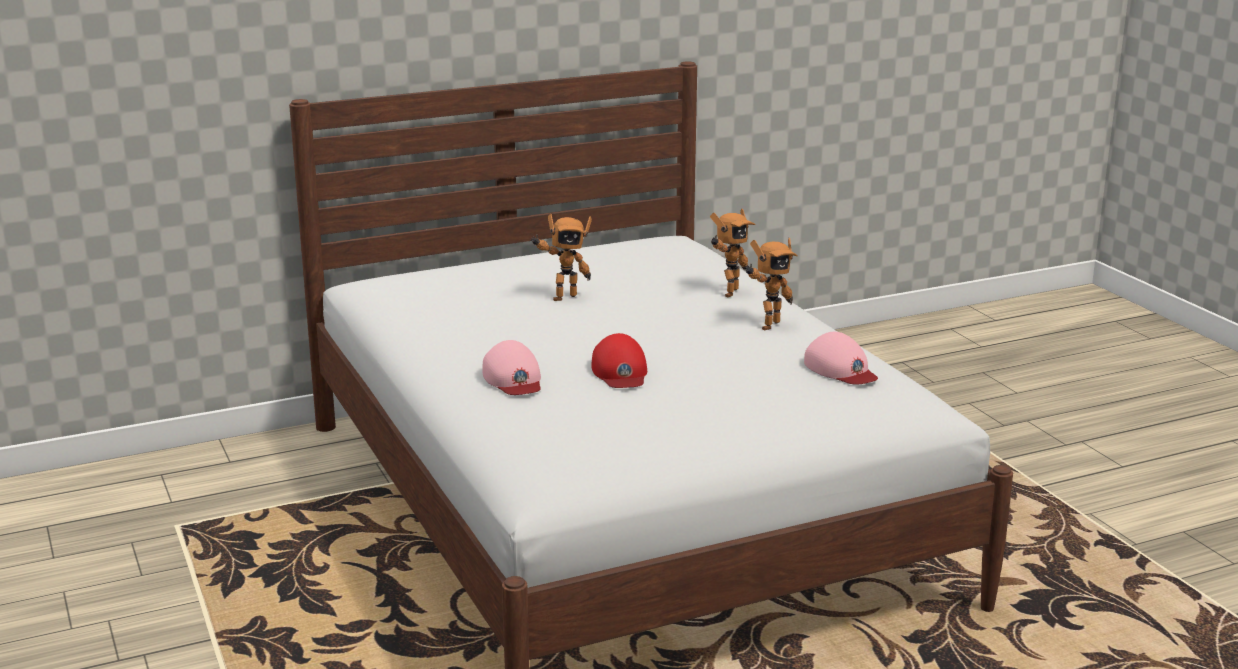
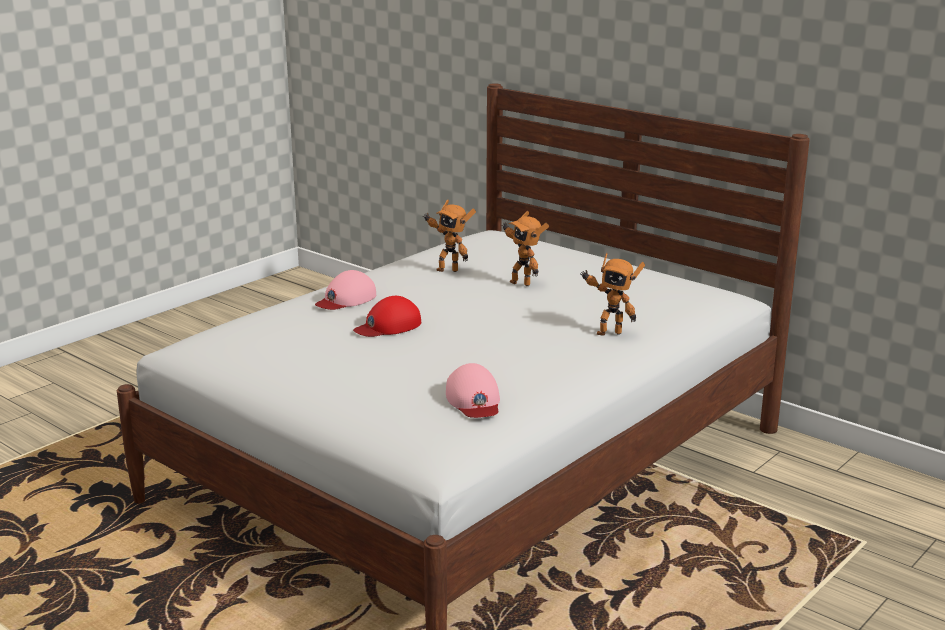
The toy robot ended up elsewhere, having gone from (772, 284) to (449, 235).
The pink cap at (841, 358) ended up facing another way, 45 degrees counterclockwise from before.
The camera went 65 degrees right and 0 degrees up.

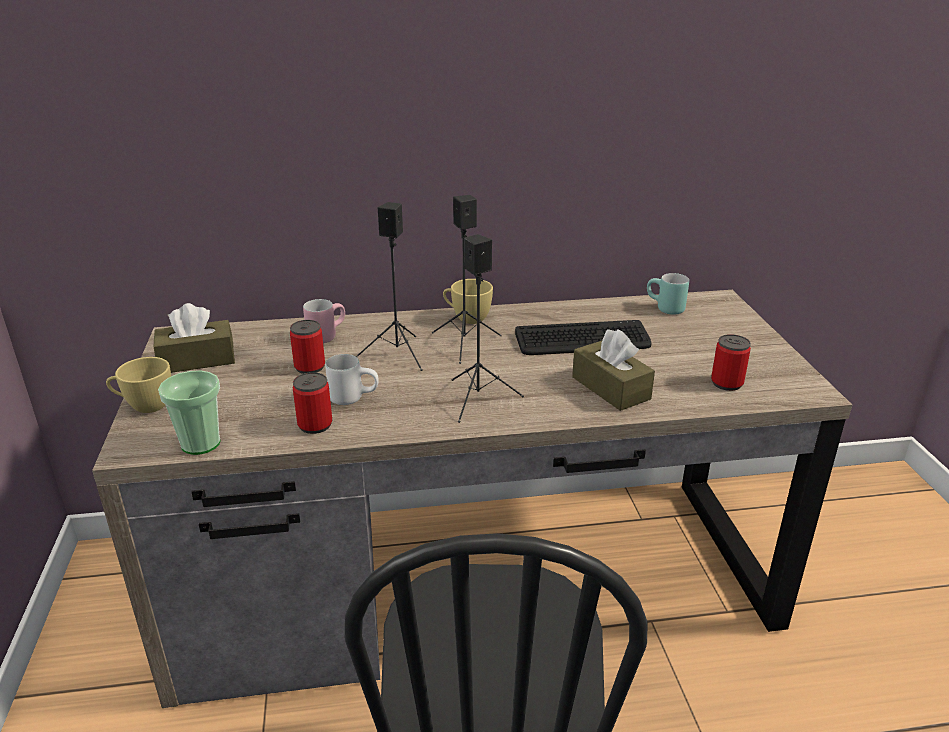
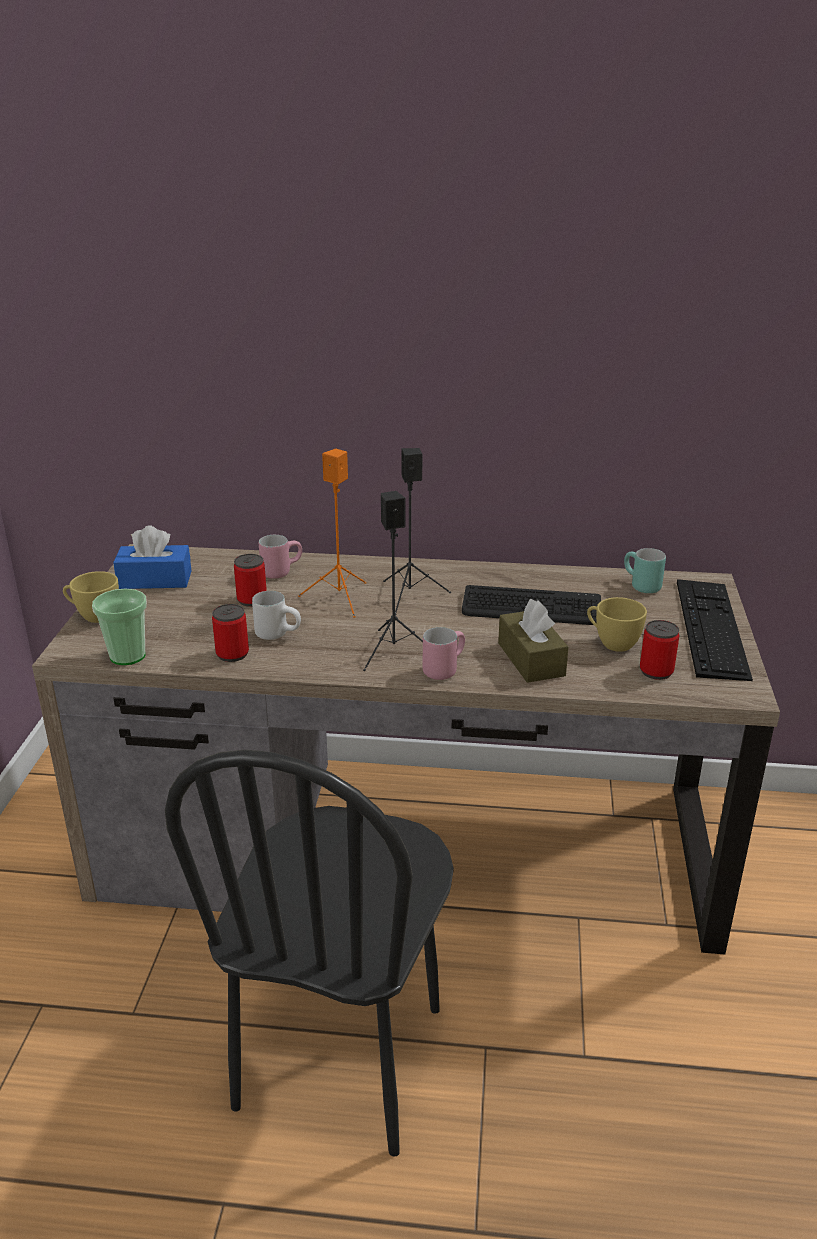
What was the black speaker at (389, 286) turned into the orange speaker at (332, 533).
The yellow cup ended up elsewhere, having gone from (468, 301) to (617, 624).
What was the brown tissue box at (194, 338) turned into the blue tissue box at (152, 557).
The second view gained the keyboard at (715, 630).
The second view gained the pink mug at (444, 653).
The camera went 15 degrees right and 0 degrees up.

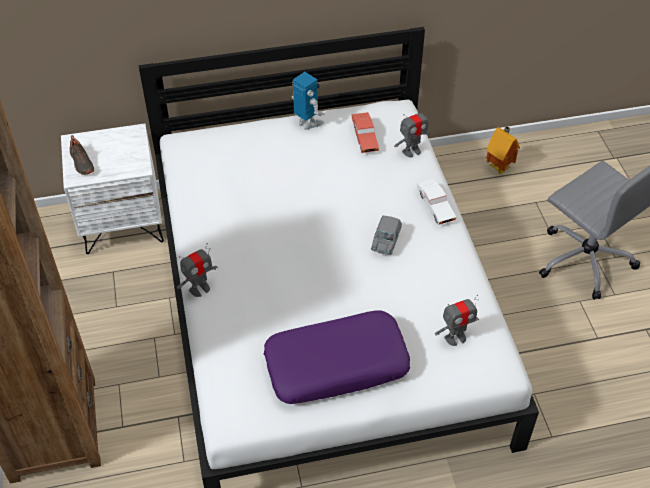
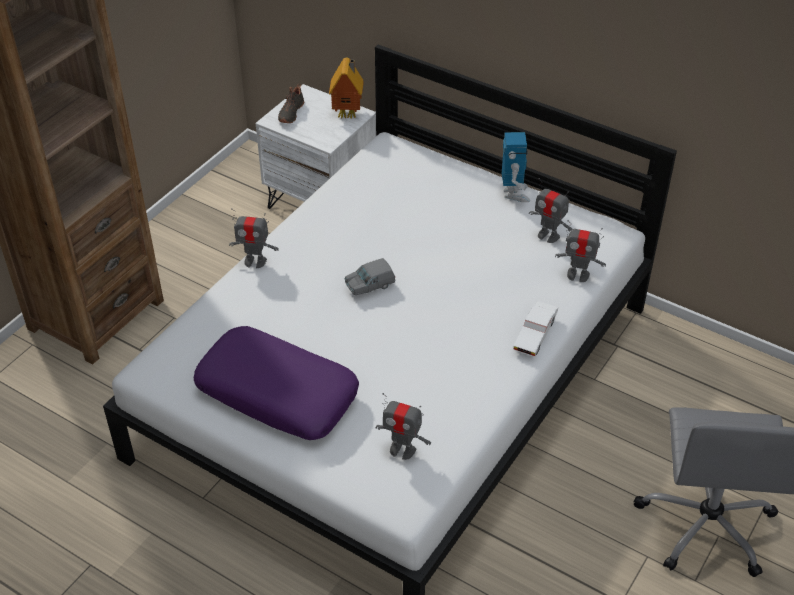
Where the red toy car stood at (365, 132), the toy robot came to stand at (550, 210).
The toy house ended up elsewhere, having gone from (503, 150) to (346, 88).
The grey toy car ended up elsewhere, having gone from (386, 235) to (370, 276).
The camera went 45 degrees right and 5 degrees down.

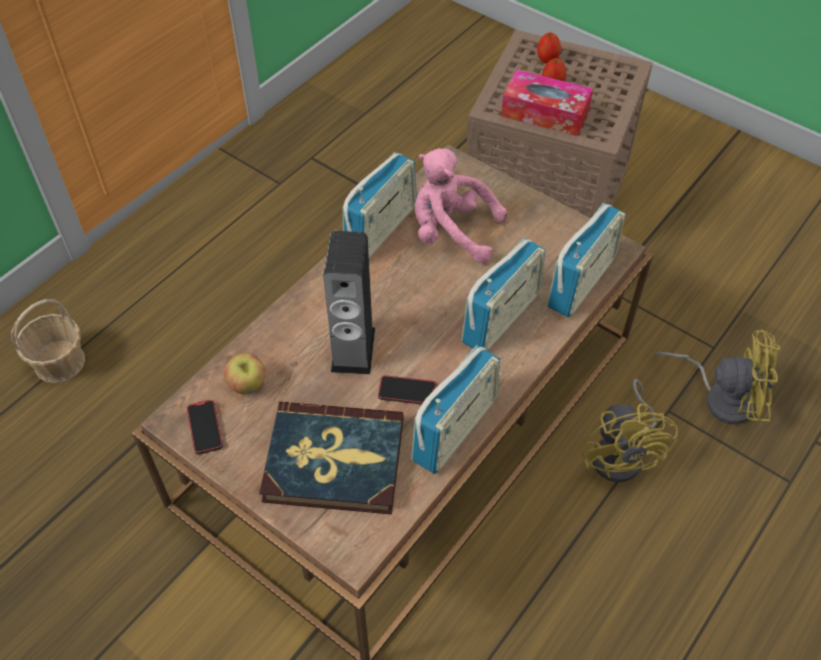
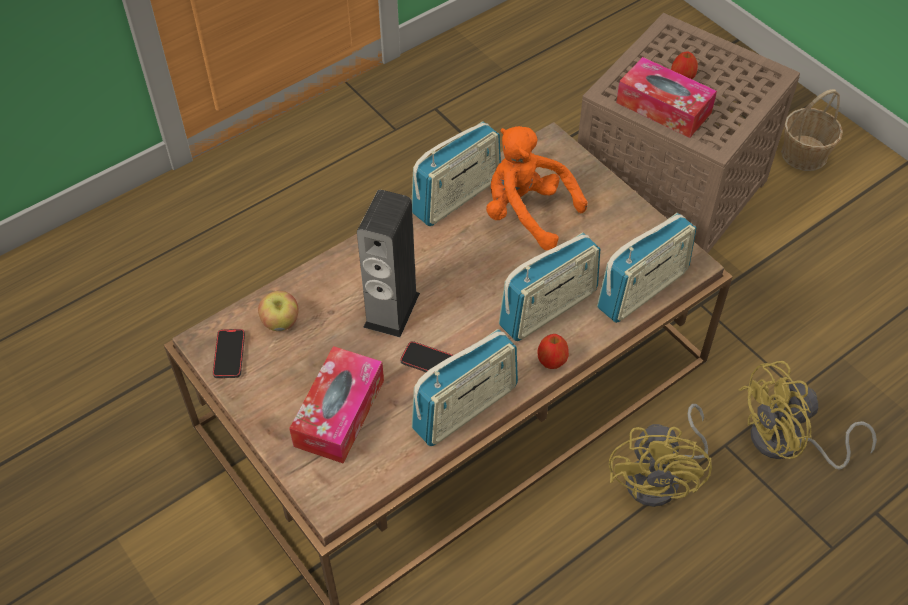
The apple ended up elsewhere, having gone from (549, 47) to (553, 351).
What was the pink plush toy at (461, 205) turned into the orange plush toy at (536, 188).
The basket ended up elsewhere, having gone from (48, 341) to (812, 130).
The yellow fan at (717, 376) ended up facing another way, 135 degrees clockwise from before.
Where the book stood at (331, 457), the tissue box came to stand at (336, 405).
The camera went 15 degrees right and 0 degrees up.

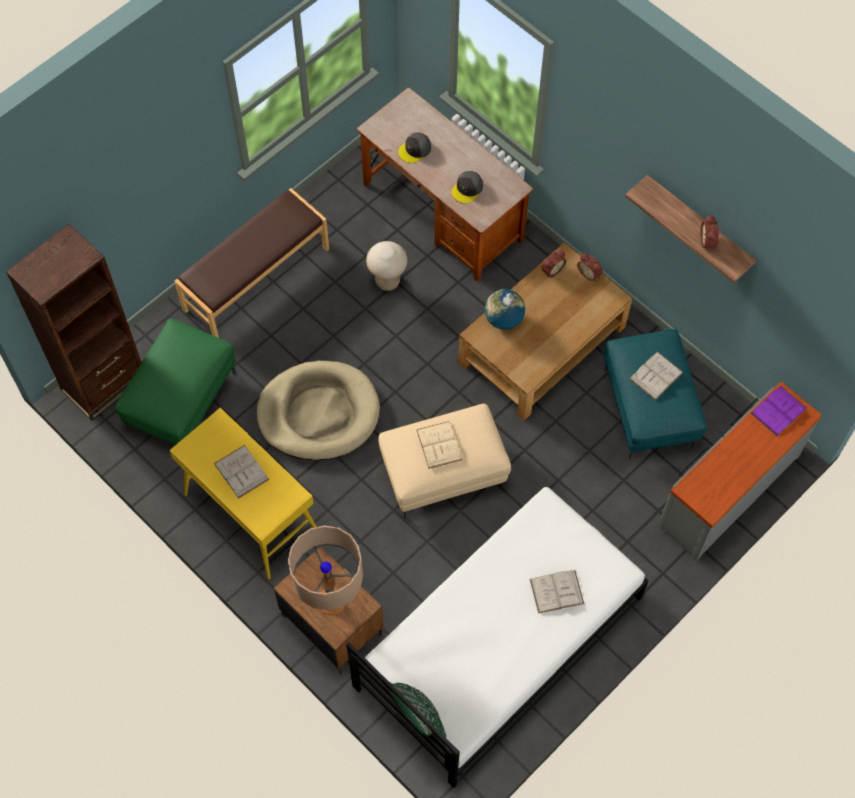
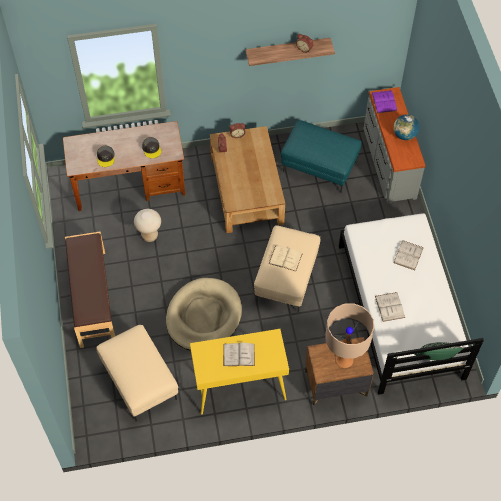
The second view lost the brown bookcase at (74, 322).
The globe ended up elsewhere, having gone from (505, 309) to (406, 127).
What was the green ottoman at (175, 382) turned into the beige ottoman at (137, 373).
The white book ended up elsewhere, having gone from (656, 375) to (390, 307).
The camera went 55 degrees left and 5 degrees down.

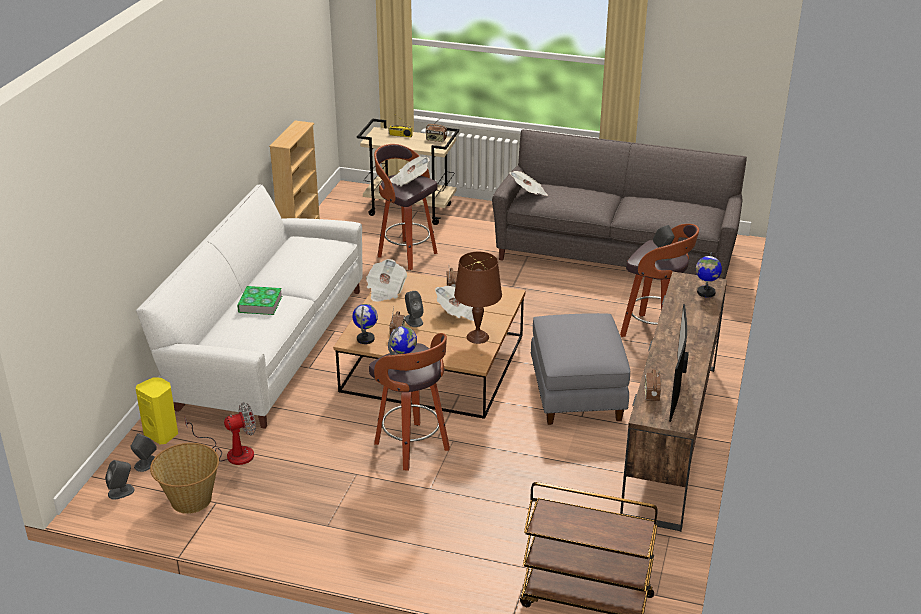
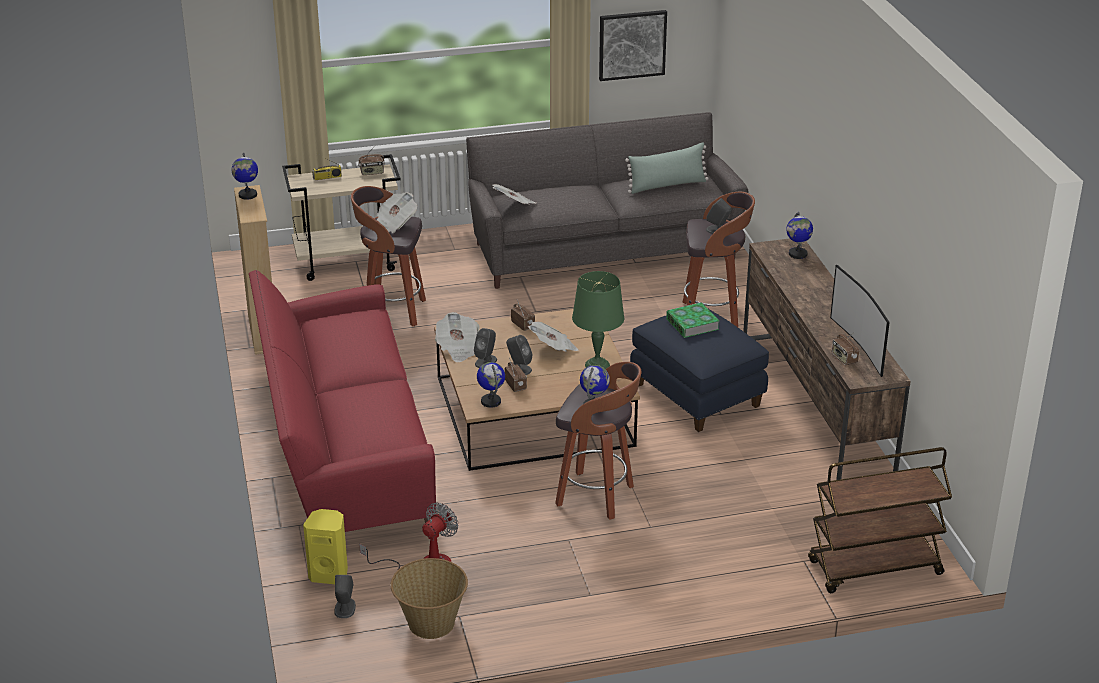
What was the white sofa at (249, 306) turned into the red sofa at (342, 401).
What was the brown table lamp at (478, 298) turned into the green table lamp at (598, 320).
The book ended up elsewhere, having gone from (259, 300) to (692, 320).
What was the grey ottoman at (580, 369) turned into the blue ottoman at (699, 370).
The grey speaker ended up elsewhere, having gone from (119, 480) to (485, 348).
The second view gained the picture at (633, 45).
The second view gained the green pillow at (666, 168).
The second view gained the globe at (245, 176).
The camera went 30 degrees left and 0 degrees up.

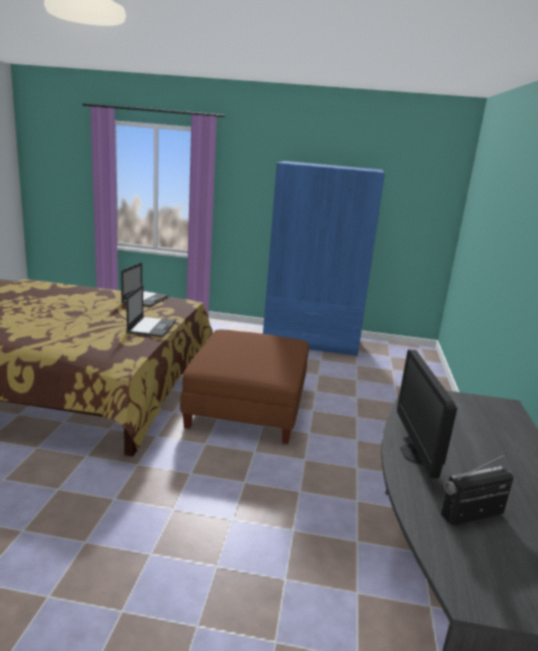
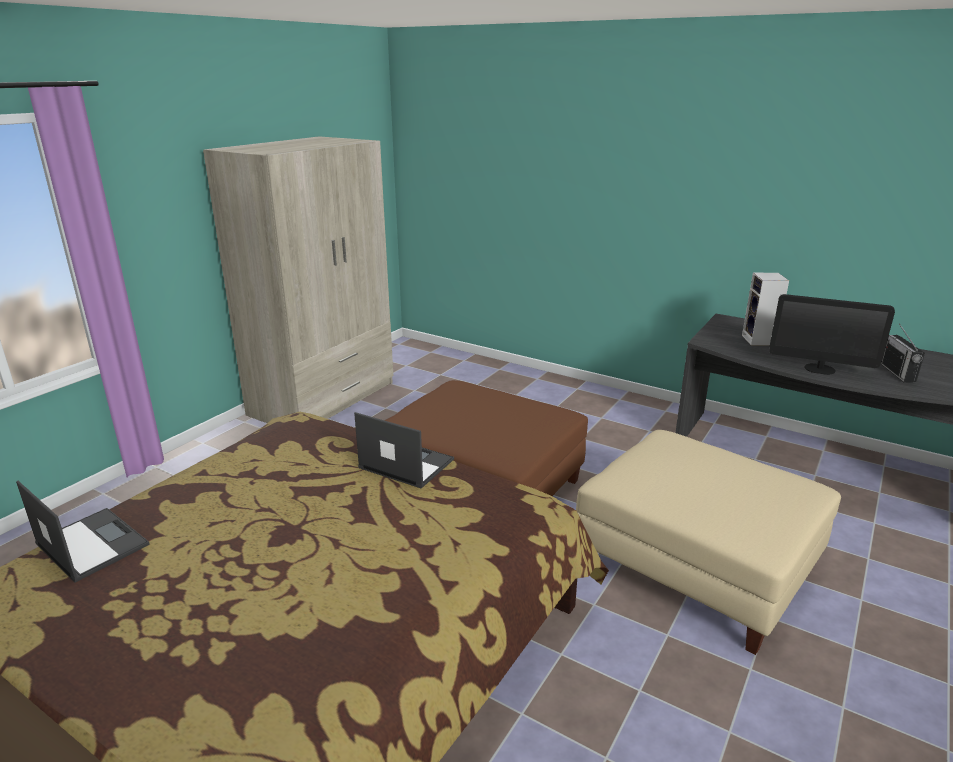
What was the blue wardrobe at (324, 258) turned into the beige wardrobe at (298, 279).
The laptop ended up elsewhere, having gone from (145, 284) to (83, 531).
The second view gained the speaker at (765, 309).
The second view gained the beige ottoman at (708, 542).
The camera went 65 degrees left and 5 degrees up.

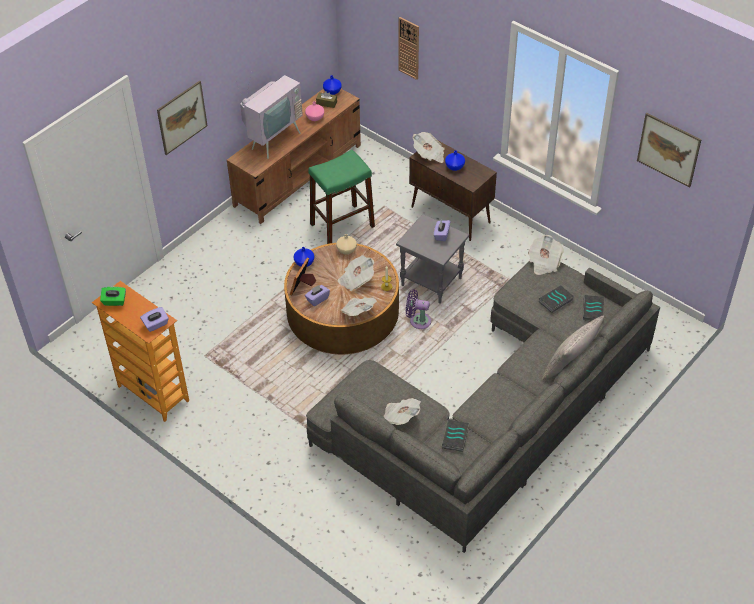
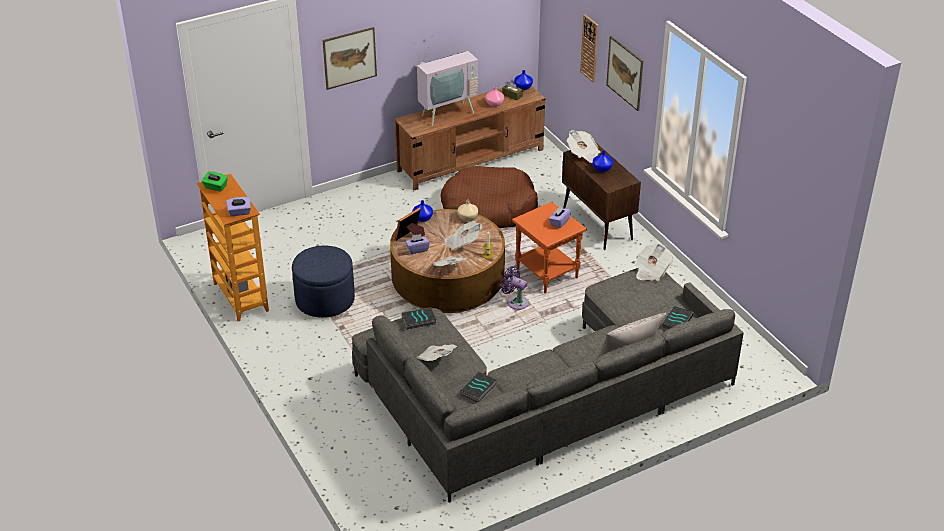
The picture ended up elsewhere, having gone from (669, 150) to (624, 73).
Where the green stool stood at (341, 197), the brown dog bed came to stand at (489, 197).
What was the grey side table at (432, 259) turned into the orange side table at (549, 247).
The book ended up elsewhere, having gone from (556, 299) to (419, 318).
The second view gained the blue ottoman at (323, 282).
The camera went 20 degrees right and 10 degrees down.

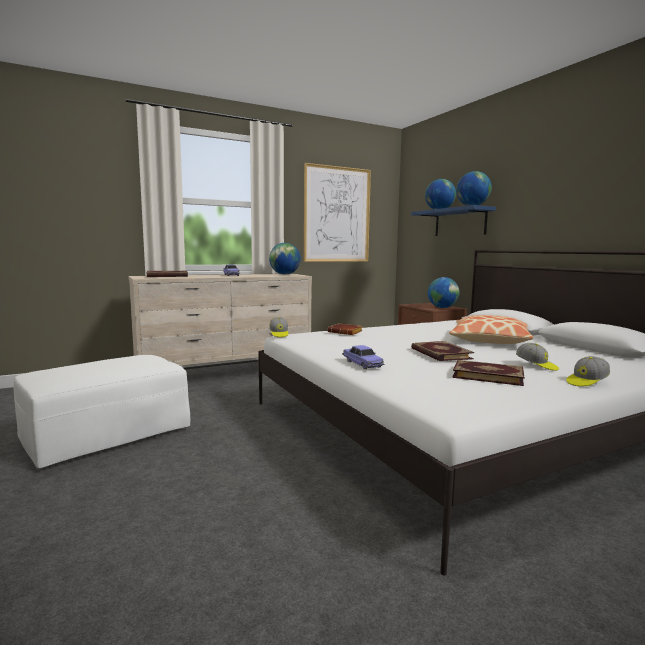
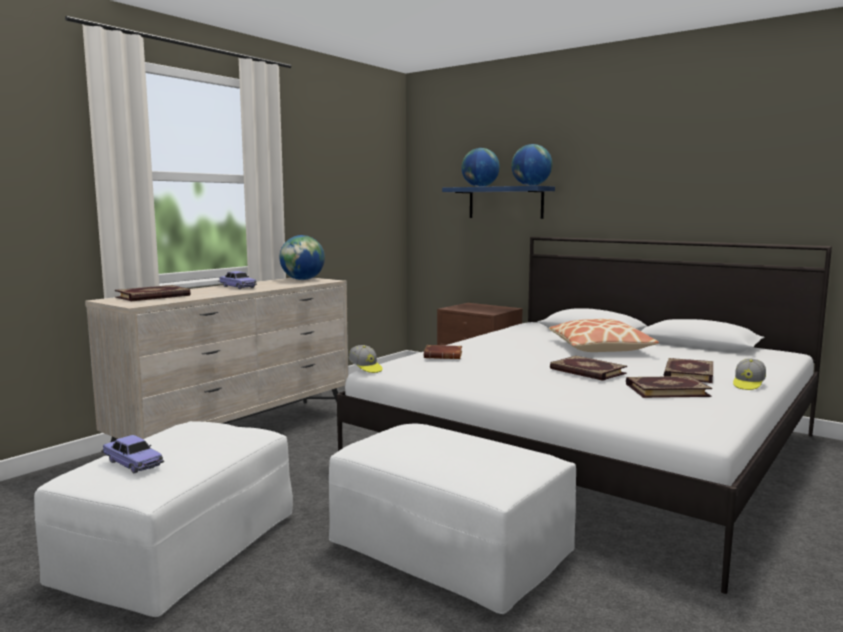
The second view lost the picture at (337, 212).
The second view lost the globe at (444, 292).
Where the cap stood at (537, 357), the book came to stand at (688, 370).
The toy car ended up elsewhere, having gone from (363, 357) to (132, 454).
The second view gained the white ottoman at (452, 518).
The camera went 25 degrees left and 0 degrees up.

